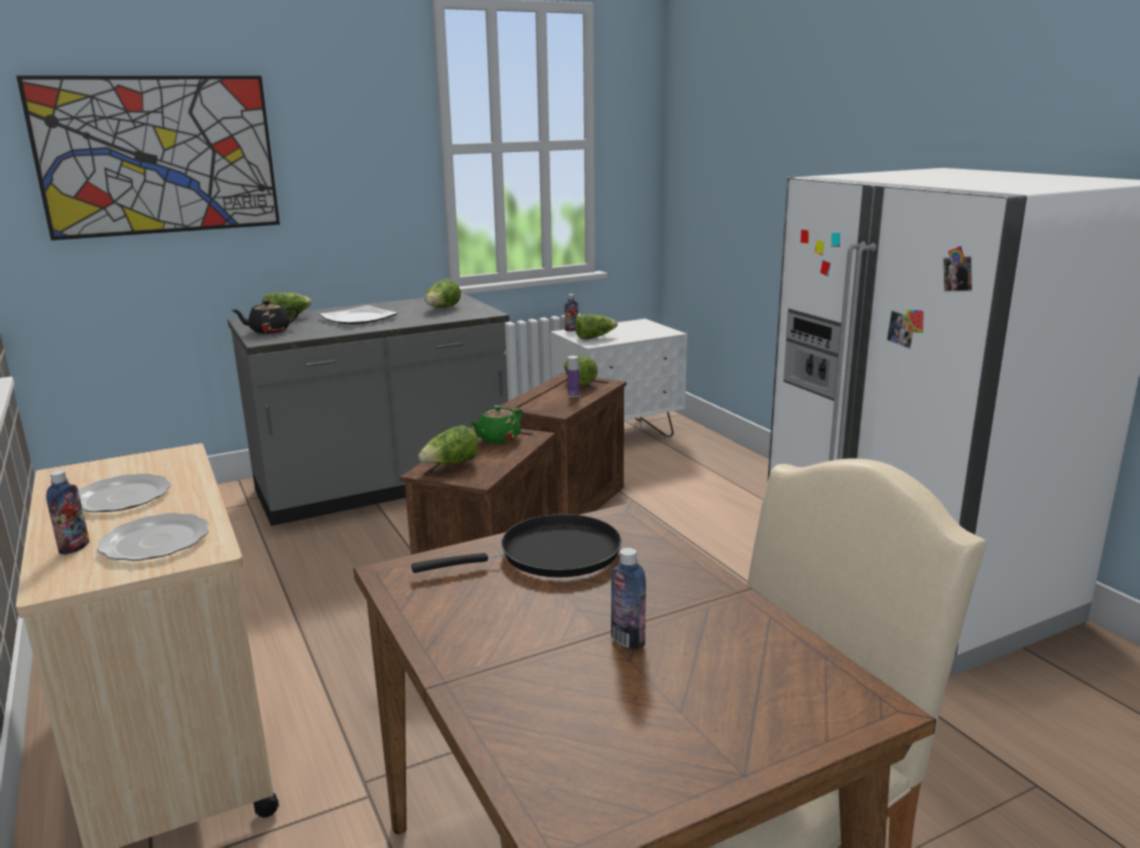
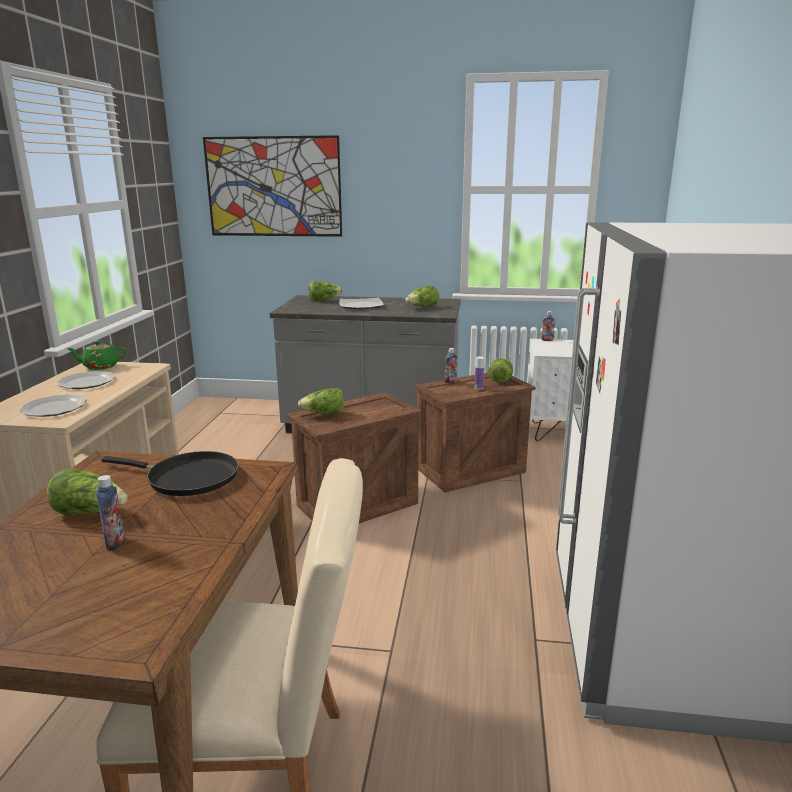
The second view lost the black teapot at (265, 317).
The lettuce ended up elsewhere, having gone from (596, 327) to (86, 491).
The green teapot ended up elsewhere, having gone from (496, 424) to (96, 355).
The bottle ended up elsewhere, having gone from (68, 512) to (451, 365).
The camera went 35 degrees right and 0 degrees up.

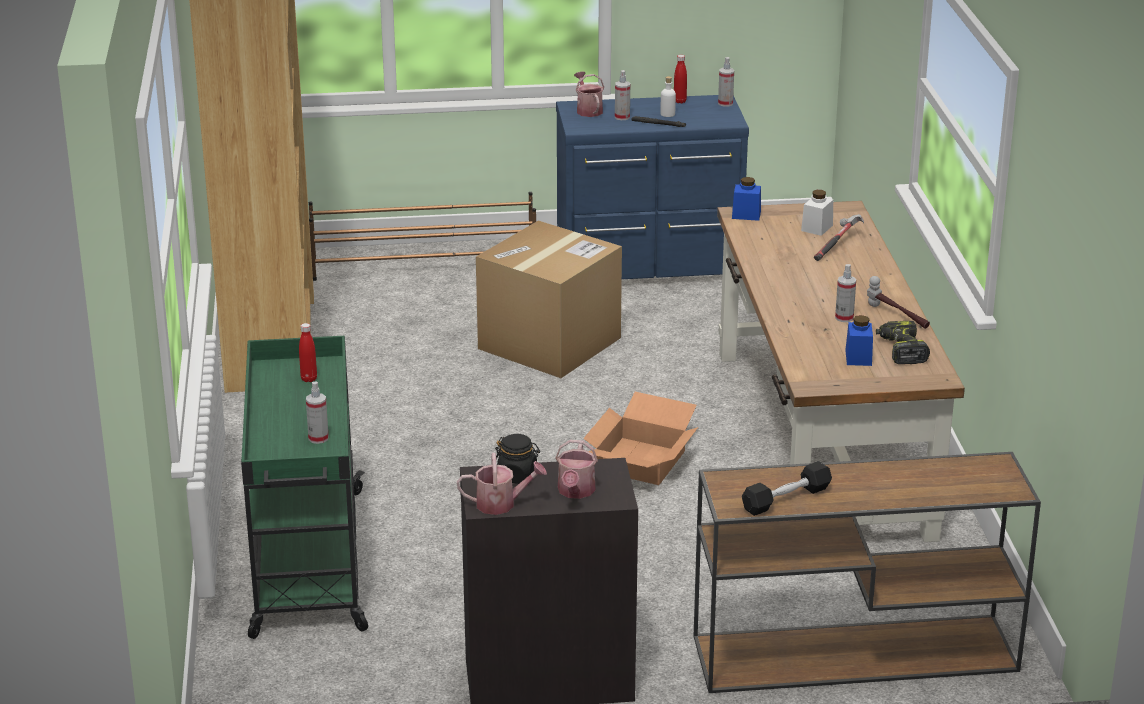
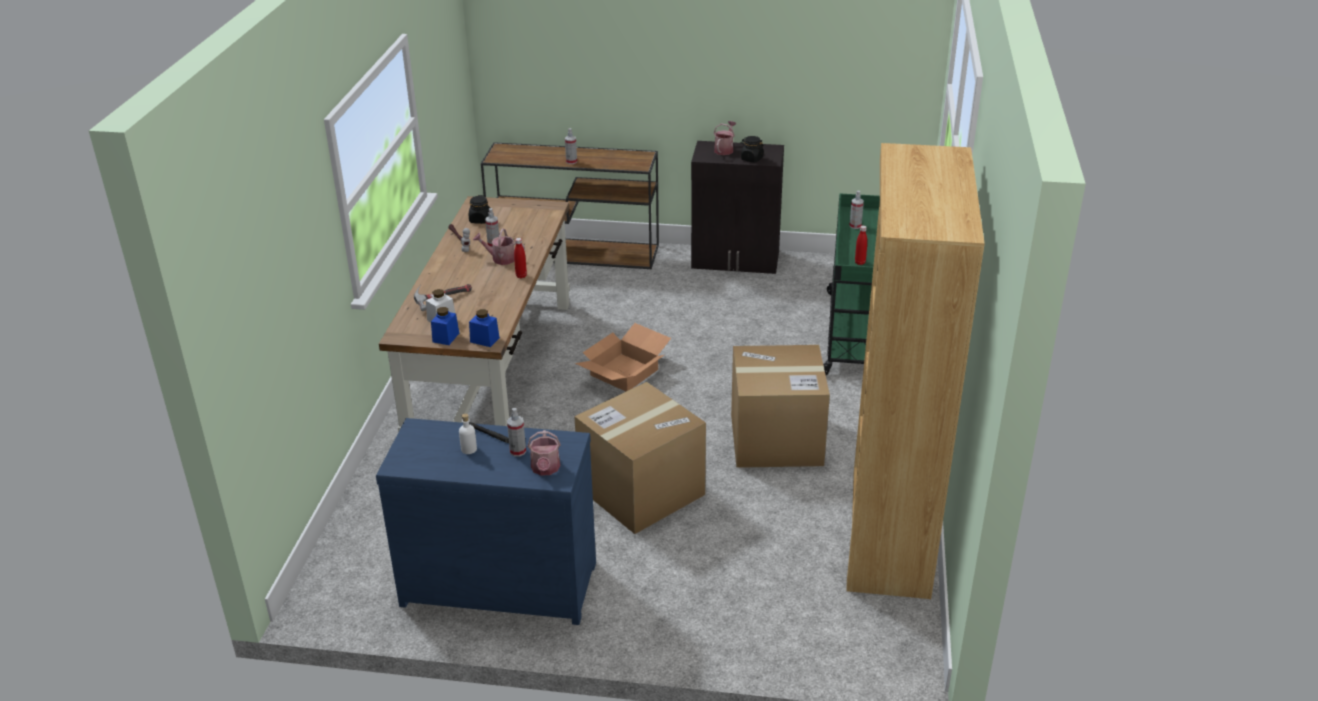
The red bottle ended up elsewhere, having gone from (680, 79) to (520, 258).
The spray bottle ended up elsewhere, having gone from (726, 82) to (571, 146).
The second view lost the brown shoe rack at (422, 236).
The blue jar ended up elsewhere, having gone from (859, 340) to (445, 326).
Where the power drill stood at (903, 342), the black jar came to stand at (479, 209).
The watering can ended up elsewhere, having gone from (502, 484) to (499, 246).
The second view lost the black dumbbell at (787, 488).
The second view gained the cardboard box at (780, 406).
The camera went 165 degrees left and 5 degrees up.

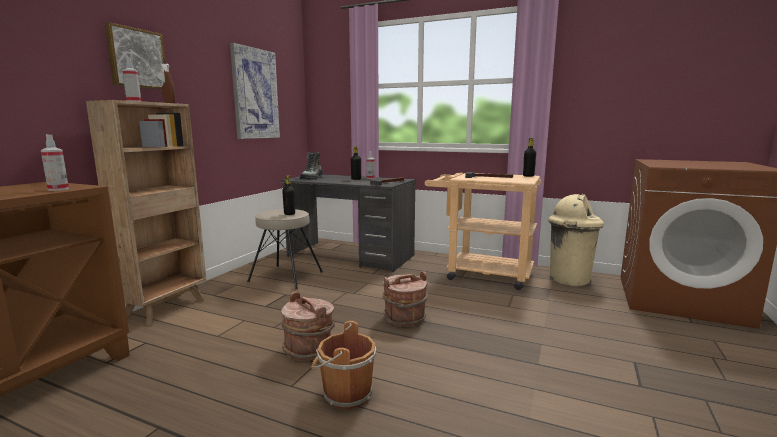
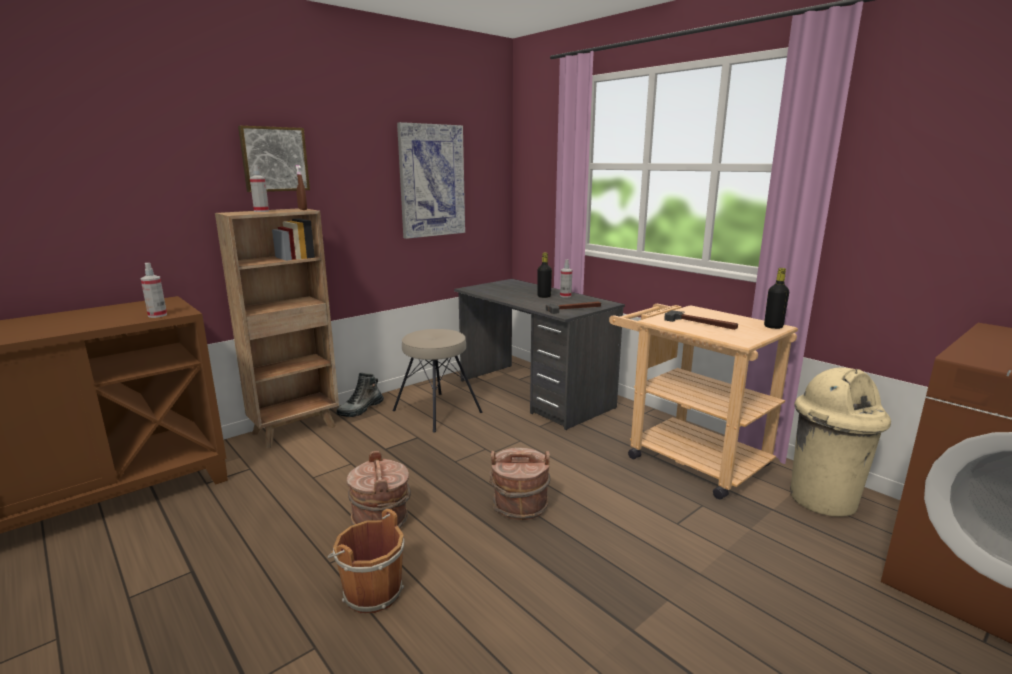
The boot ended up elsewhere, having gone from (311, 166) to (360, 395).
The second view lost the black bottle at (288, 195).
The camera went 25 degrees right and 5 degrees up.

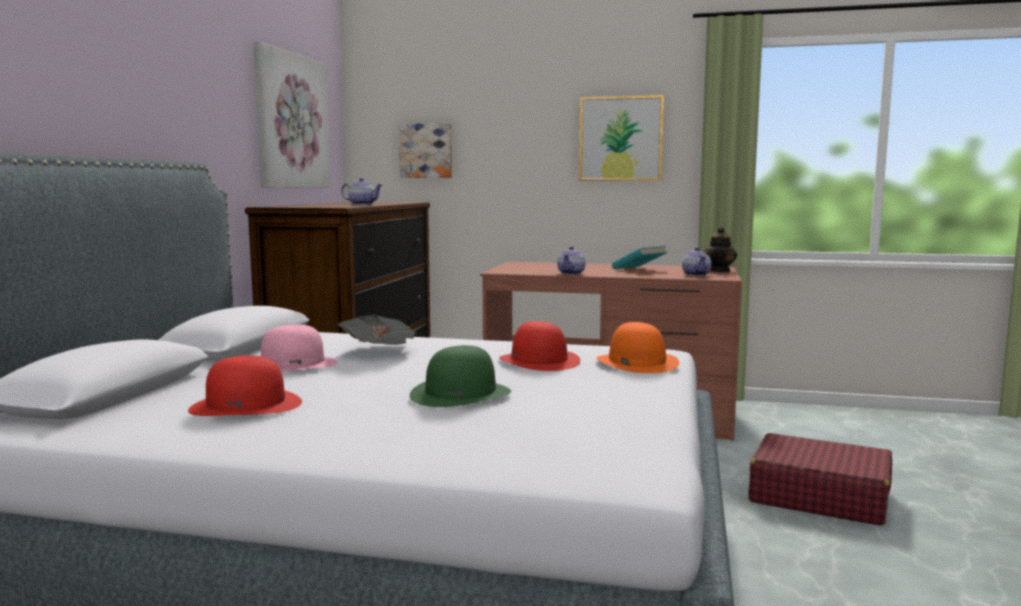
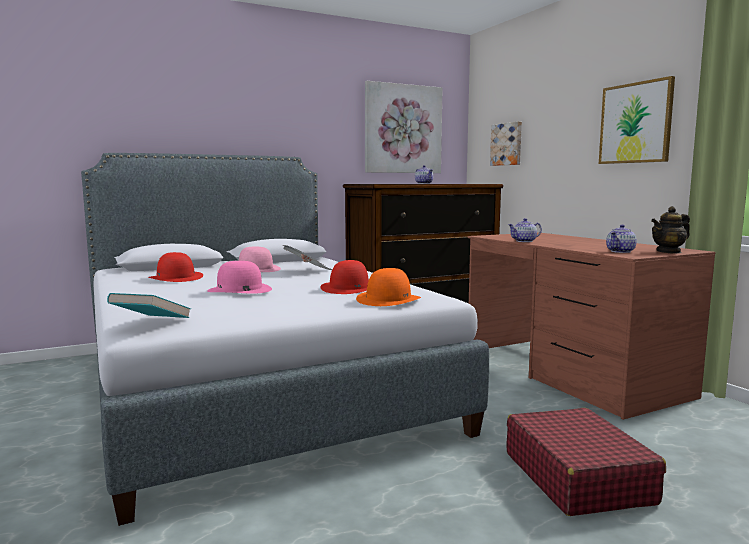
The turquoise book ended up elsewhere, having gone from (640, 257) to (149, 305).
What was the green hat at (460, 376) turned into the pink hat at (239, 277).
The camera went 50 degrees right and 0 degrees up.

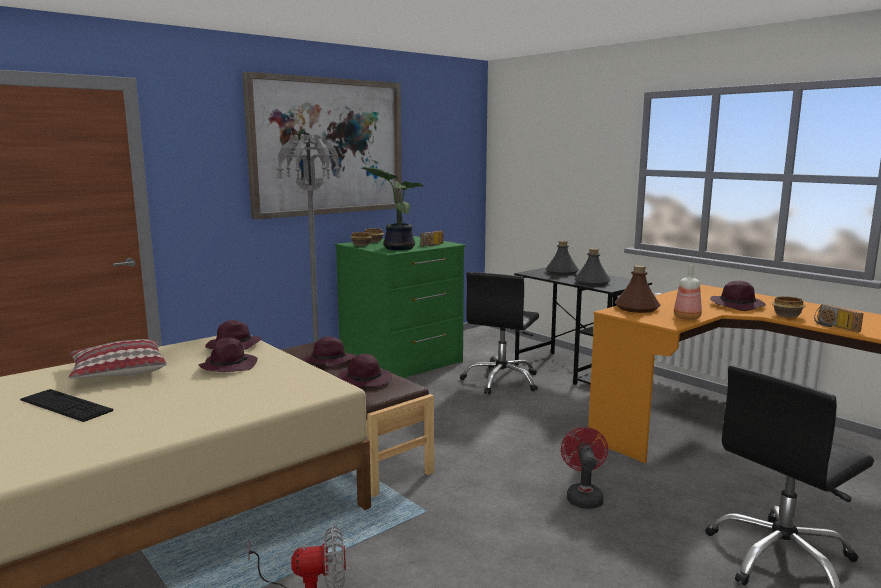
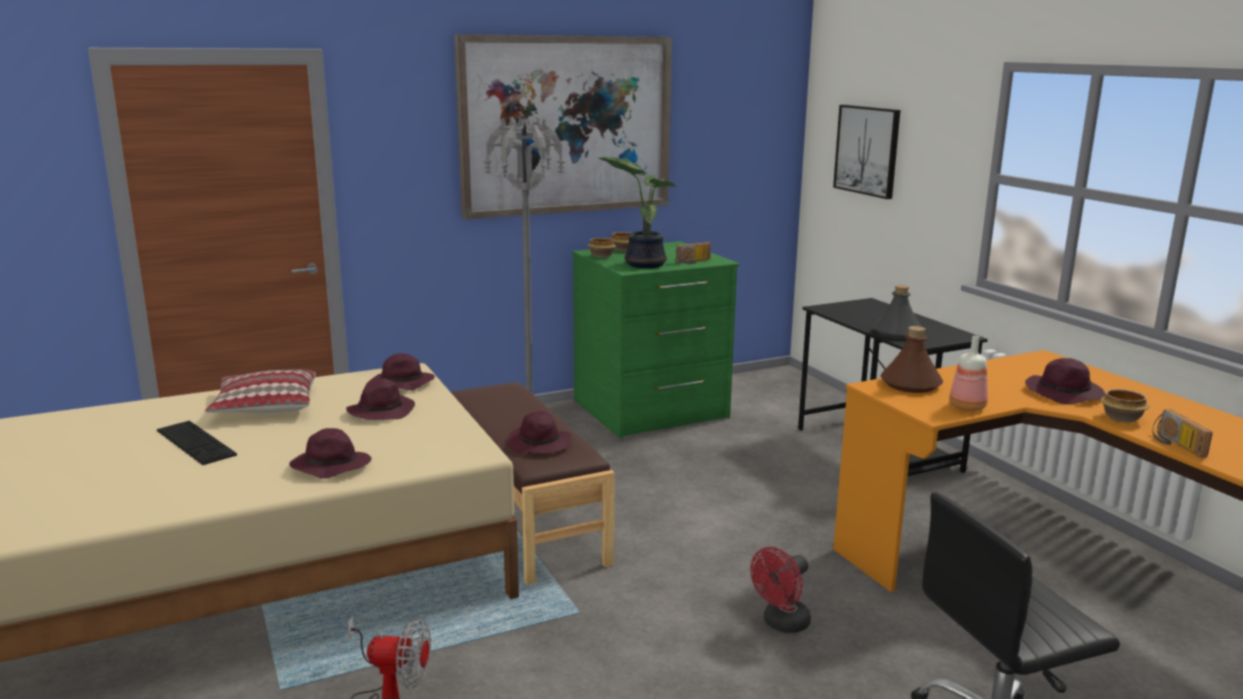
The second view lost the grey bottle at (562, 257).
The second view lost the black office chair at (499, 333).
The purple hat ended up elsewhere, having gone from (329, 351) to (330, 453).
The red fan at (584, 468) ended up facing another way, 150 degrees counterclockwise from before.
The second view gained the picture at (866, 152).
The camera went 15 degrees right and 5 degrees up.

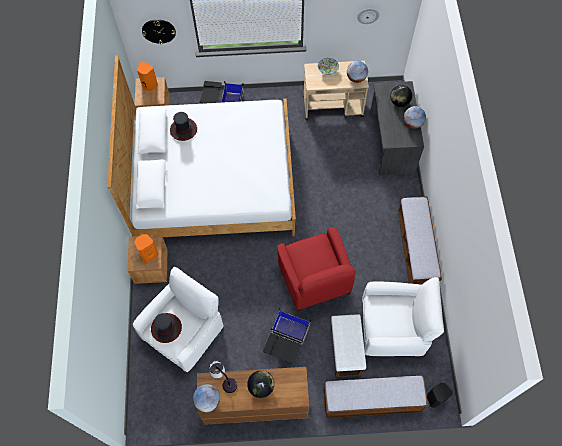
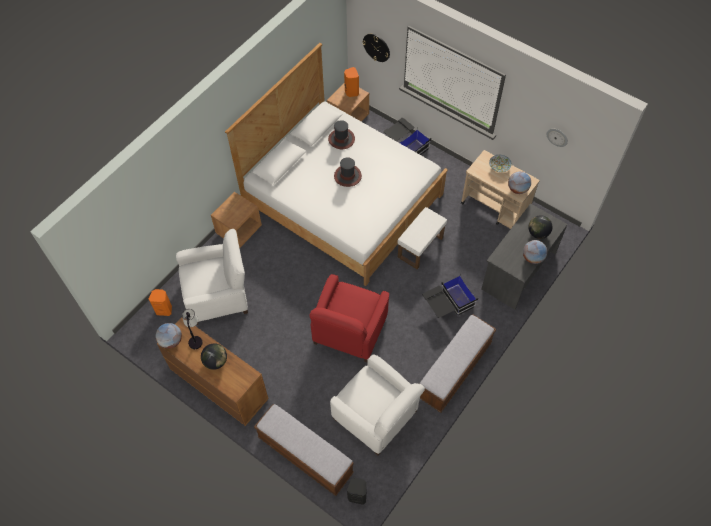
The orange speaker ended up elsewhere, having gone from (146, 248) to (160, 302).
The black storage box ended up elsewhere, having gone from (287, 335) to (450, 295).
The hat ended up elsewhere, having gone from (166, 328) to (348, 172).
The white ottoman ended up elsewhere, having gone from (348, 345) to (422, 238).
The camera went 40 degrees right and 5 degrees down.

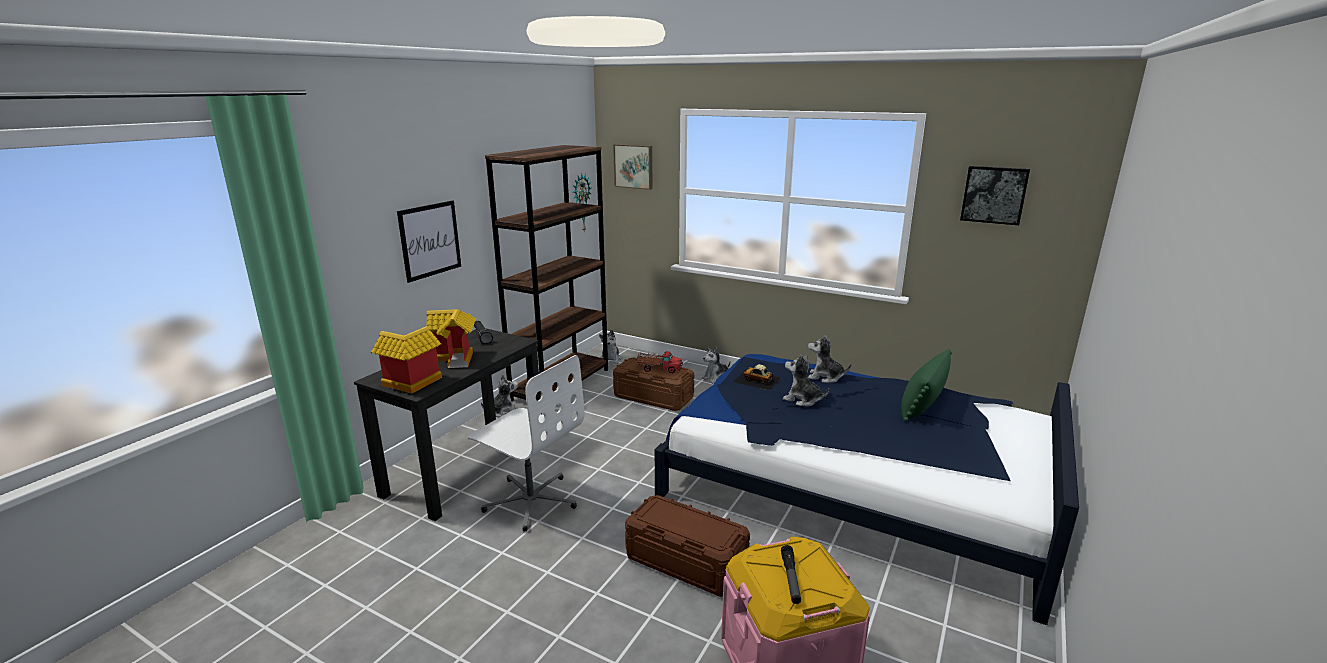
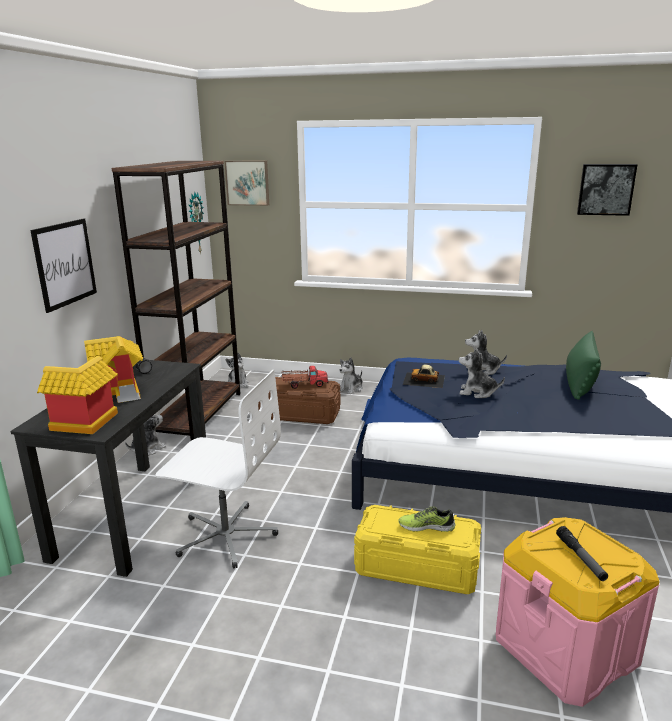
What was the brown storage box at (687, 546) turned into the yellow storage box at (417, 549).
The second view gained the shoe at (426, 519).
The camera went 15 degrees left and 0 degrees up.

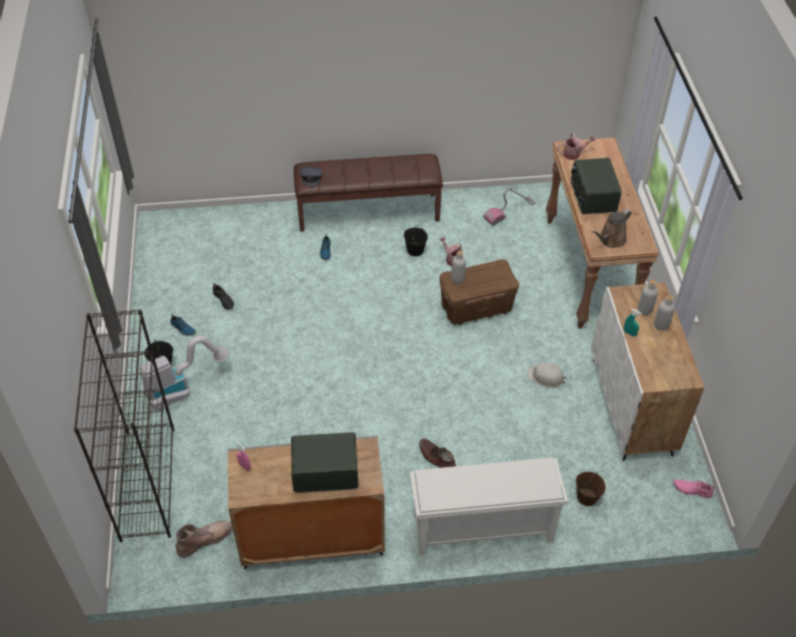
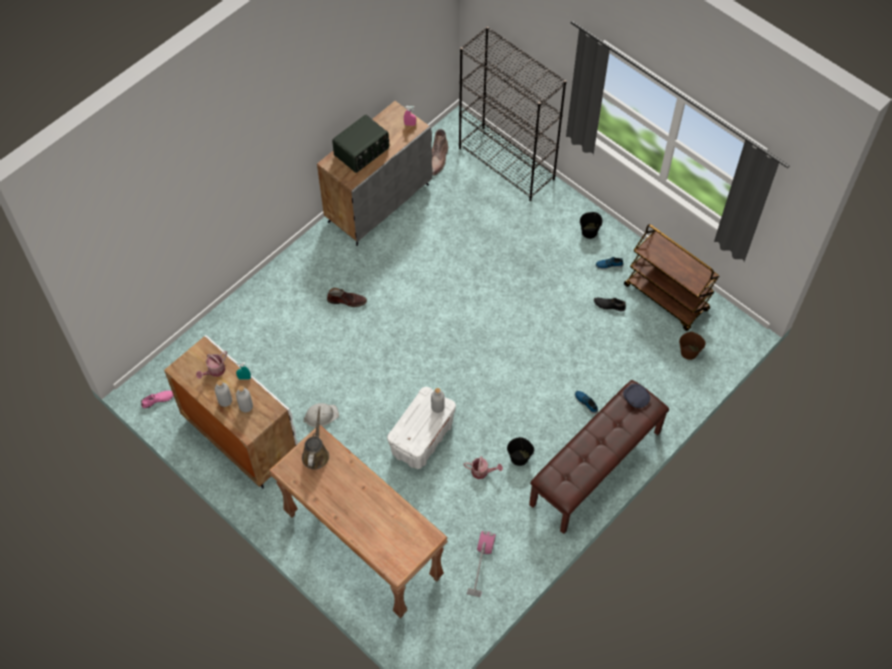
The watering can ended up elsewhere, having gone from (576, 146) to (211, 365).
The second view lost the radio at (596, 186).
What was the brown storage box at (479, 292) turned into the white storage box at (421, 428).
The second view lost the vacuum cleaner at (184, 373).
The second view lost the white shoe rack at (489, 506).
The brown bucket ended up elsewhere, having gone from (591, 488) to (692, 345).
The second view gained the brown cart at (671, 277).
The camera went 140 degrees right and 10 degrees up.

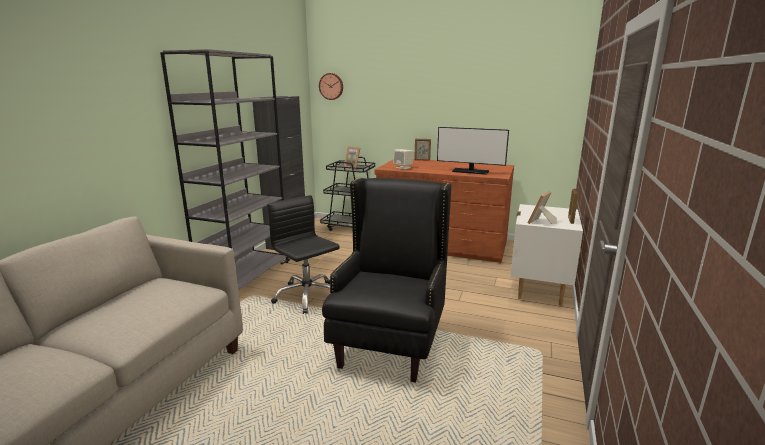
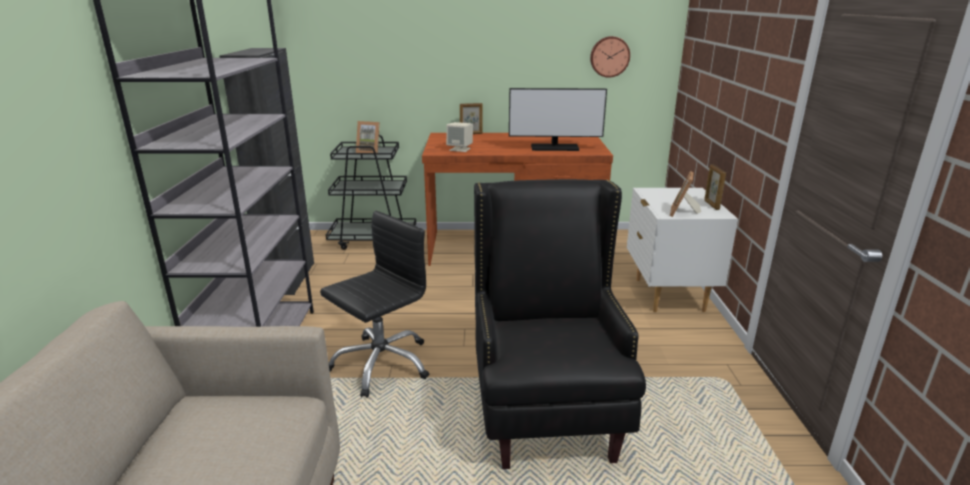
The wall clock ended up elsewhere, having gone from (331, 86) to (610, 57).
The black office chair at (303, 254) ended up facing another way, 105 degrees clockwise from before.
The camera went 20 degrees left and 5 degrees up.

